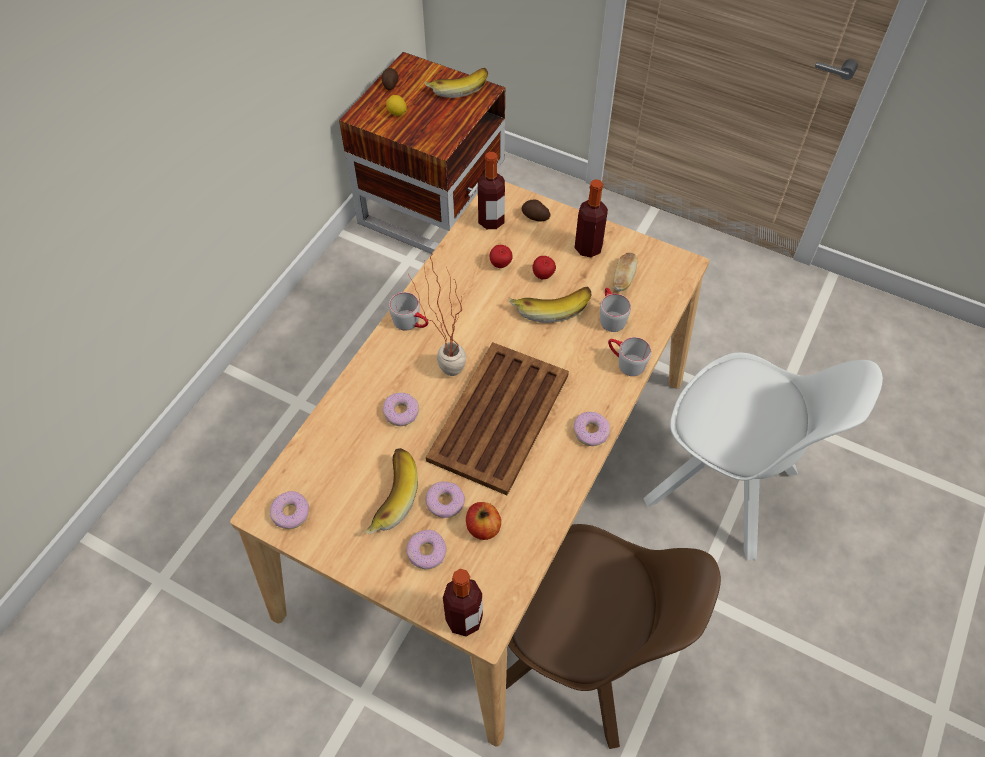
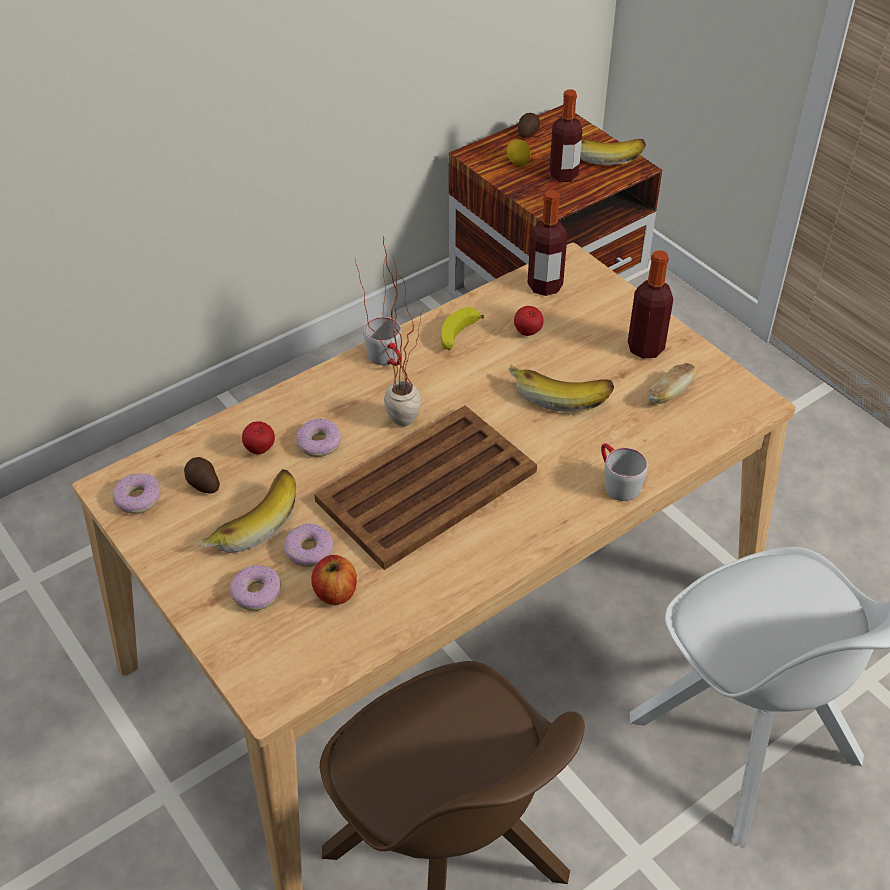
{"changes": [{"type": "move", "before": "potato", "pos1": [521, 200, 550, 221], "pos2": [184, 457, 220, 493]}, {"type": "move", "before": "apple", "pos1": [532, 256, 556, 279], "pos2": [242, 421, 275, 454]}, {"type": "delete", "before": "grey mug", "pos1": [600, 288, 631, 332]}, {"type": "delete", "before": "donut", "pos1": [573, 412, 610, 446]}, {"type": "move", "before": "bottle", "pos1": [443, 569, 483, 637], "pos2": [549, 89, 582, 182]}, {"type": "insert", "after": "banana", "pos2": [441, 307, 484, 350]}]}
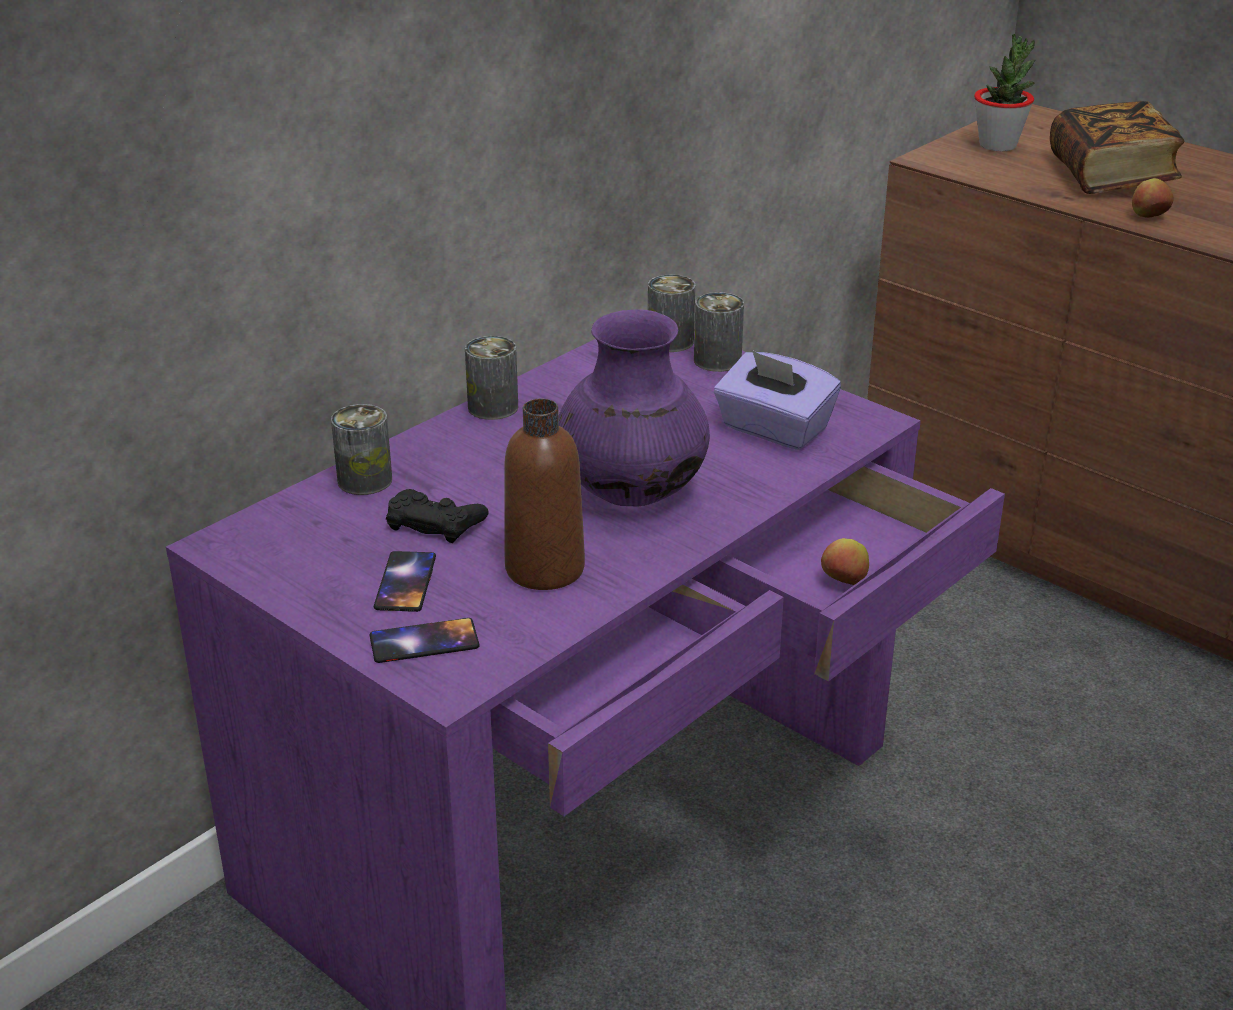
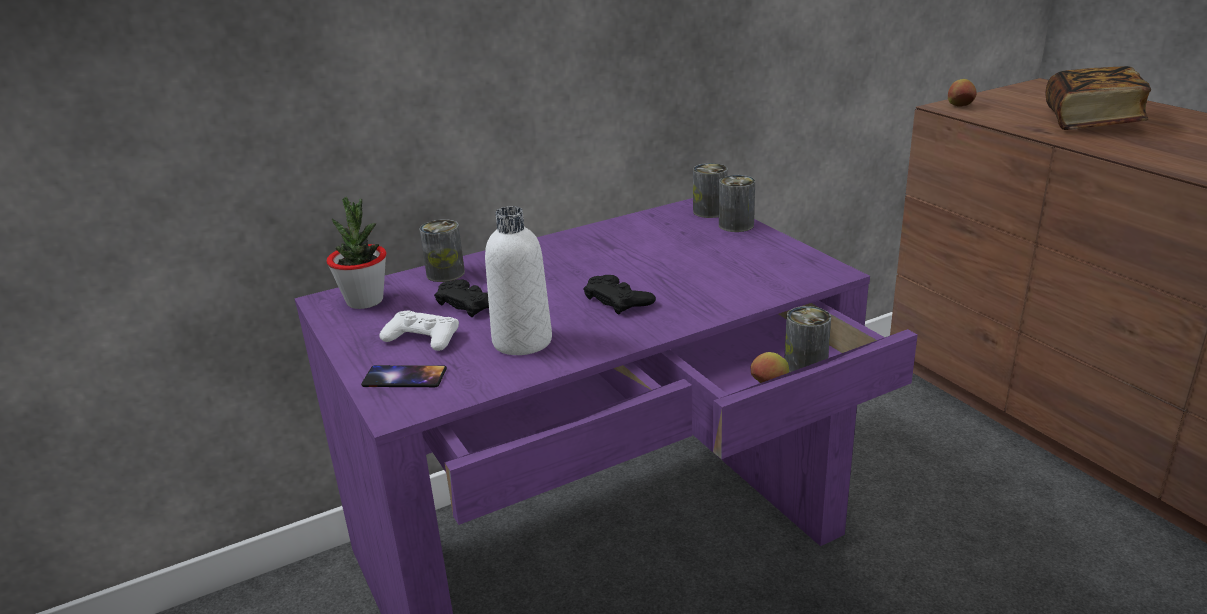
{"changes": [{"type": "move", "before": "potted plant", "pos1": [974, 34, 1035, 151], "pos2": [327, 197, 387, 309]}, {"type": "move", "before": "apple", "pos1": [1132, 178, 1173, 218], "pos2": [948, 79, 977, 107]}, {"type": "replace", "before": "purple vase", "after": "black game controller", "pos1": [559, 309, 710, 507], "pos2": [583, 275, 656, 315]}, {"type": "move", "before": "can", "pos1": [465, 336, 518, 420], "pos2": [784, 306, 831, 372]}, {"type": "delete", "before": "purple tissue box", "pos1": [714, 350, 841, 450]}, {"type": "recolor", "before": "brown bottle", "after": "white bottle", "pos1": [504, 399, 585, 590], "pos2": [485, 206, 552, 355]}, {"type": "replace", "before": "phone", "after": "white game controller", "pos1": [374, 551, 436, 612], "pos2": [379, 310, 459, 351]}]}
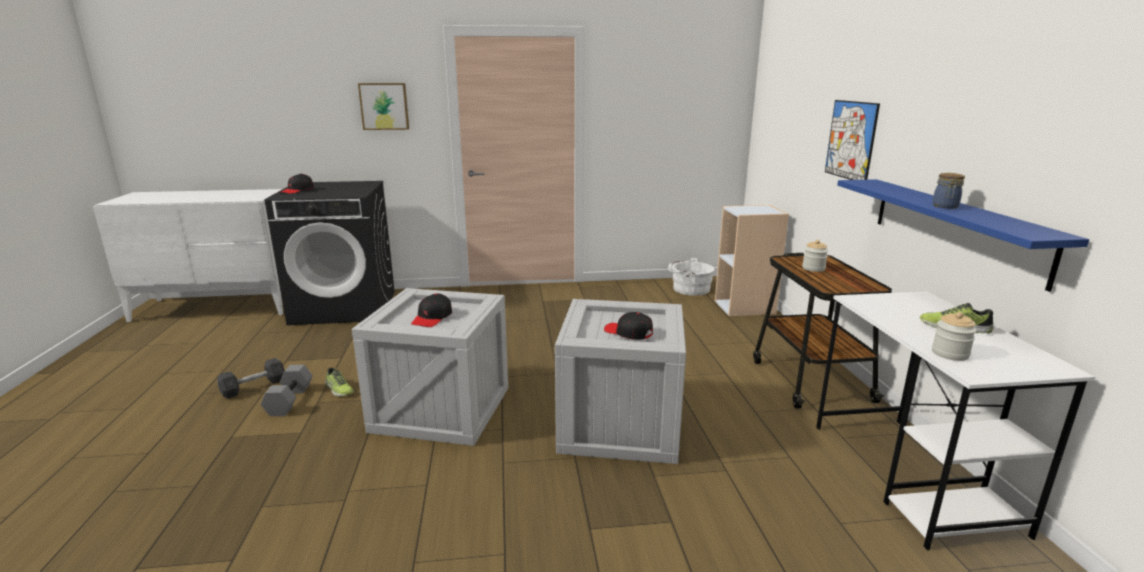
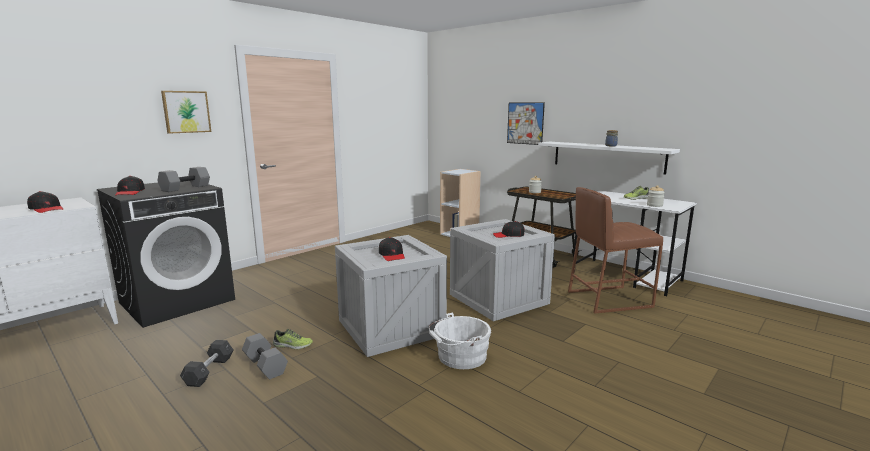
{"changes": [{"type": "recolor", "before": "blue shelf", "after": "white shelf", "pos1": [837, 179, 1089, 292], "pos2": [538, 142, 680, 175]}, {"type": "move", "before": "white bucket", "pos1": [668, 258, 715, 296], "pos2": [429, 312, 491, 369]}, {"type": "insert", "after": "grey dumbbell", "pos2": [157, 167, 210, 192]}, {"type": "insert", "after": "brown stool", "pos2": [568, 187, 663, 314]}, {"type": "insert", "after": "black cap", "pos2": [27, 191, 63, 213]}]}
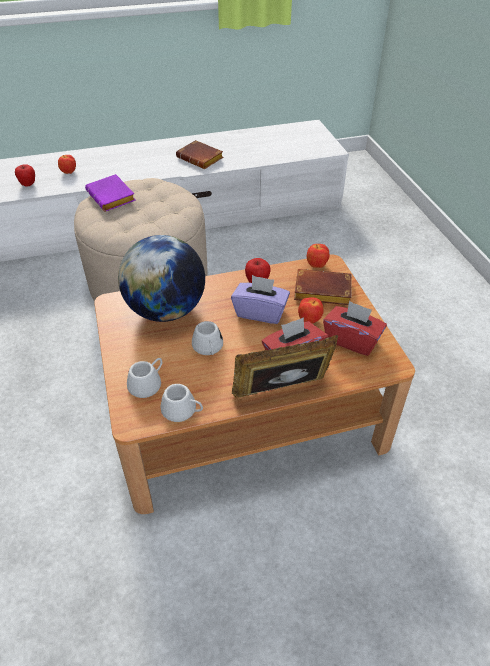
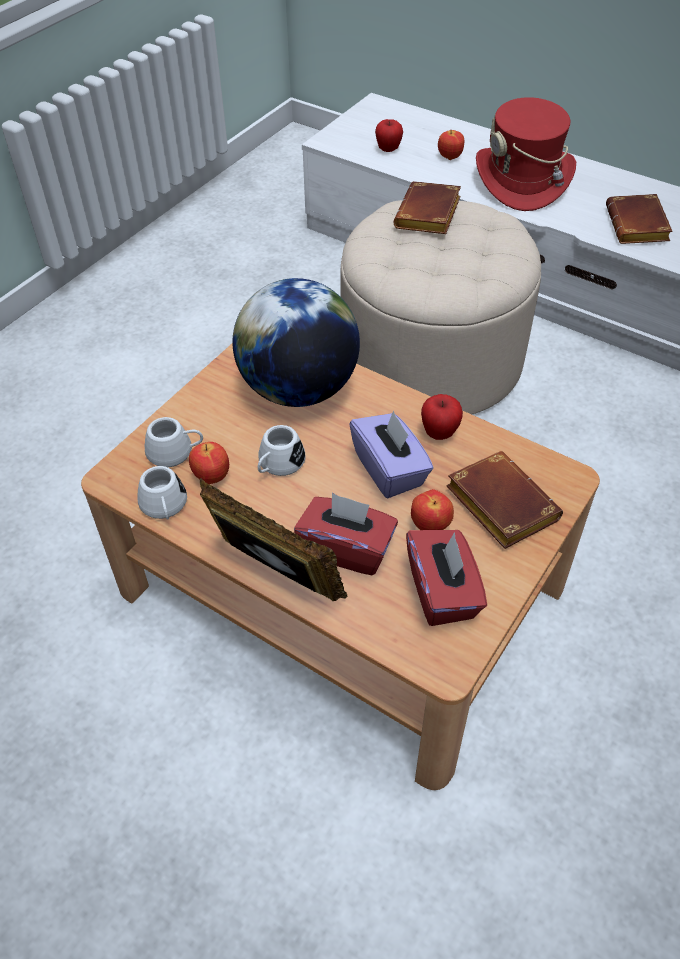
{"changes": [{"type": "recolor", "before": "purple book", "after": "brown book", "pos1": [85, 174, 136, 212], "pos2": [393, 181, 461, 234]}, {"type": "move", "before": "apple", "pos1": [307, 244, 329, 268], "pos2": [189, 442, 229, 484]}, {"type": "insert", "after": "red hat", "pos2": [476, 97, 576, 211]}]}
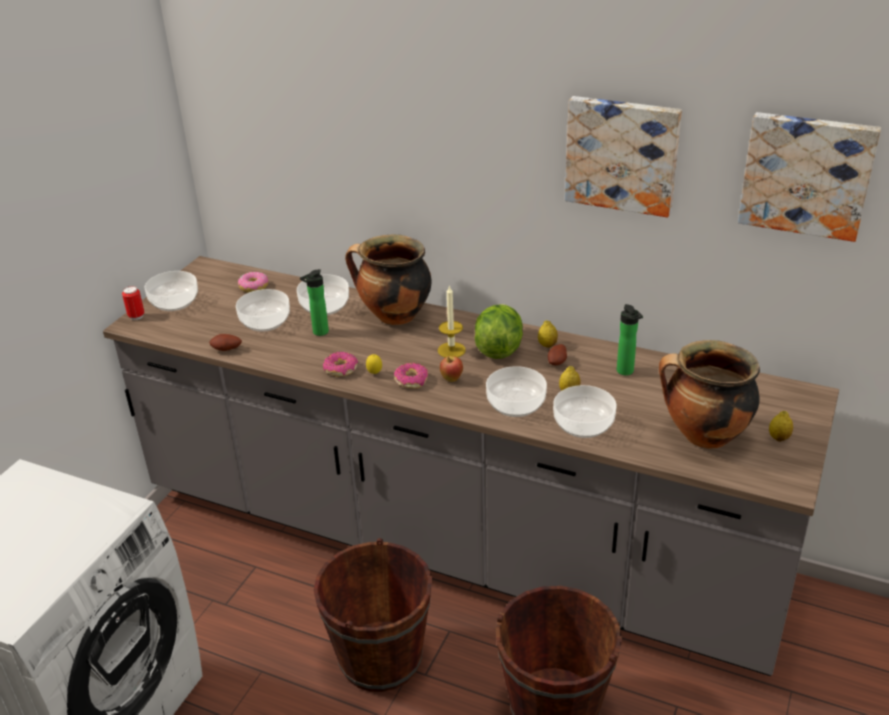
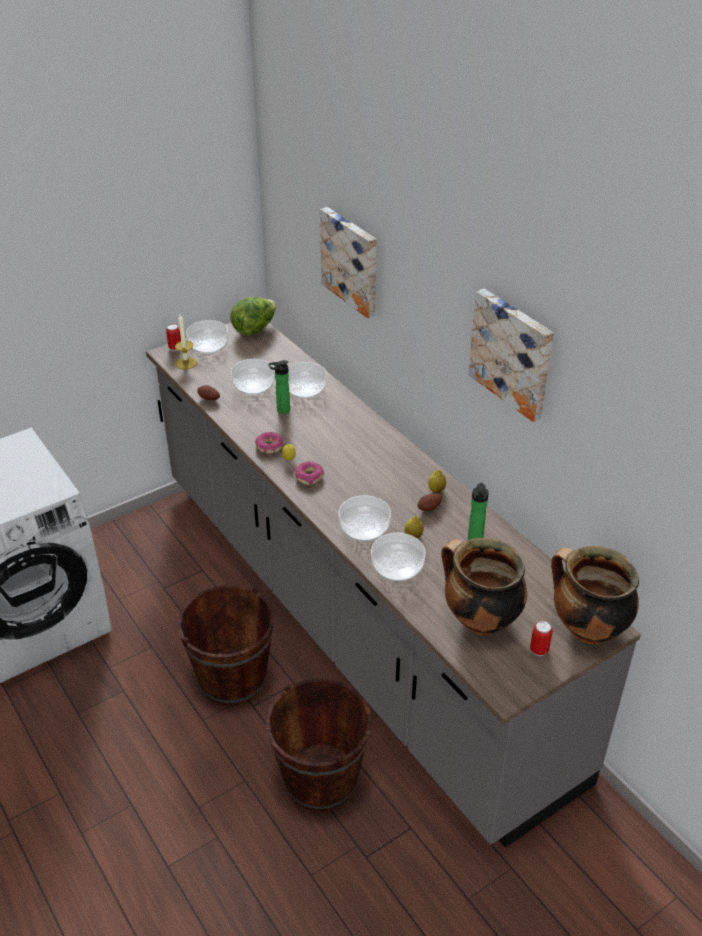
{"changes": [{"type": "move", "before": "picture", "pos1": [738, 112, 881, 242], "pos2": [320, 207, 377, 318]}, {"type": "move", "before": "cooking pot", "pos1": [345, 235, 431, 325], "pos2": [551, 546, 639, 644]}, {"type": "delete", "before": "donut", "pos1": [238, 272, 269, 293]}, {"type": "move", "before": "candle", "pos1": [438, 285, 466, 358], "pos2": [175, 314, 197, 370]}, {"type": "move", "before": "lettuce", "pos1": [475, 304, 523, 359], "pos2": [230, 297, 276, 335]}, {"type": "delete", "before": "apple", "pos1": [440, 356, 463, 382]}, {"type": "replace", "before": "lemon", "after": "can", "pos1": [769, 411, 793, 442], "pos2": [530, 621, 553, 656]}]}
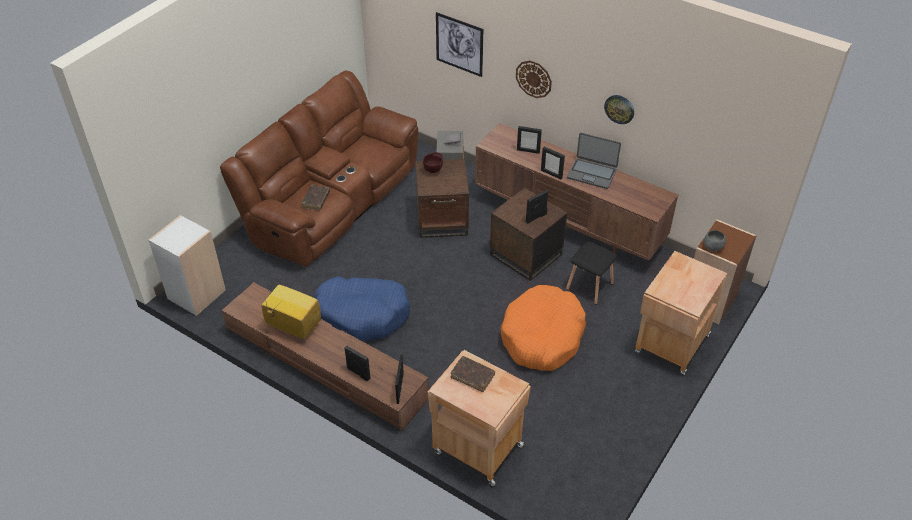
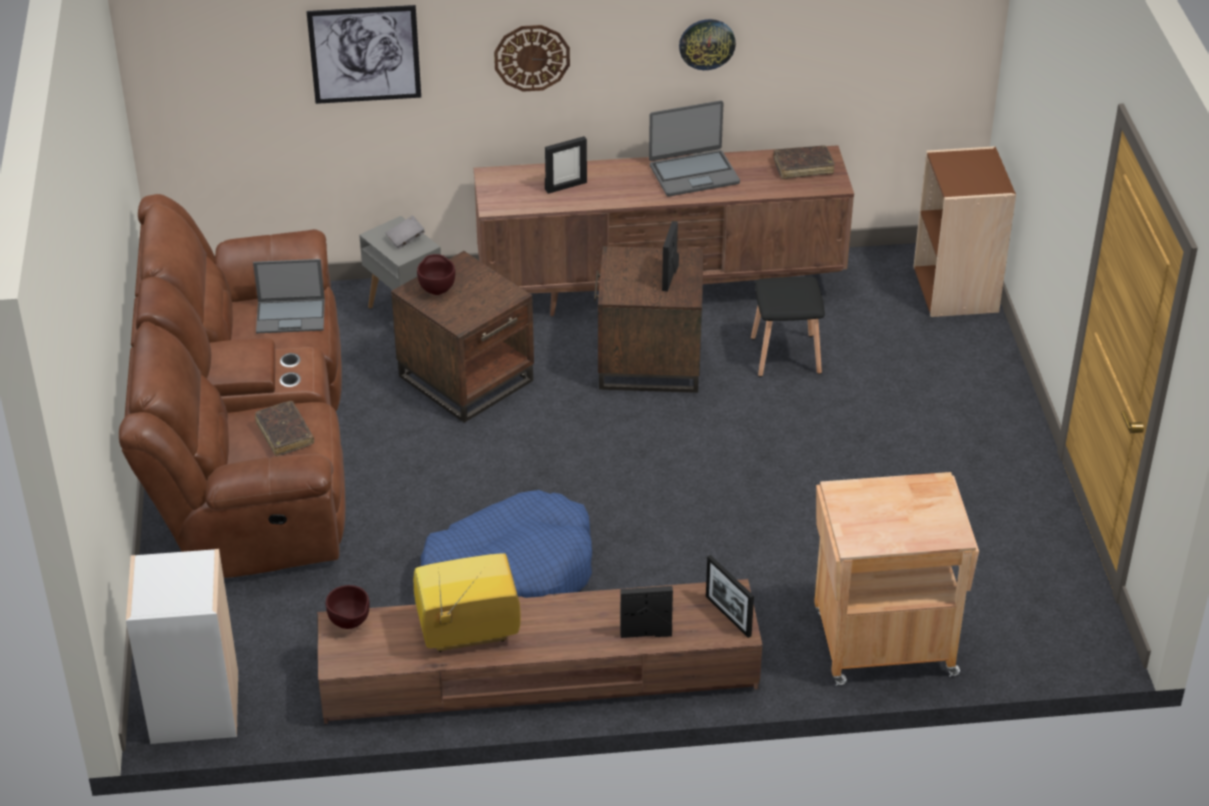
{"changes": [{"type": "delete", "before": "picture frame", "pos1": [541, 147, 565, 179]}, {"type": "delete", "before": "grey bowl", "pos1": [704, 230, 726, 251]}, {"type": "delete", "before": "brown cart", "pos1": [635, 251, 727, 375]}, {"type": "delete", "before": "orange dog bed", "pos1": [501, 285, 586, 371]}, {"type": "move", "before": "brown book", "pos1": [451, 356, 495, 392], "pos2": [773, 145, 835, 179]}, {"type": "insert", "after": "laptop", "pos2": [253, 259, 325, 334]}, {"type": "insert", "after": "brown bowl", "pos2": [326, 585, 370, 629]}]}
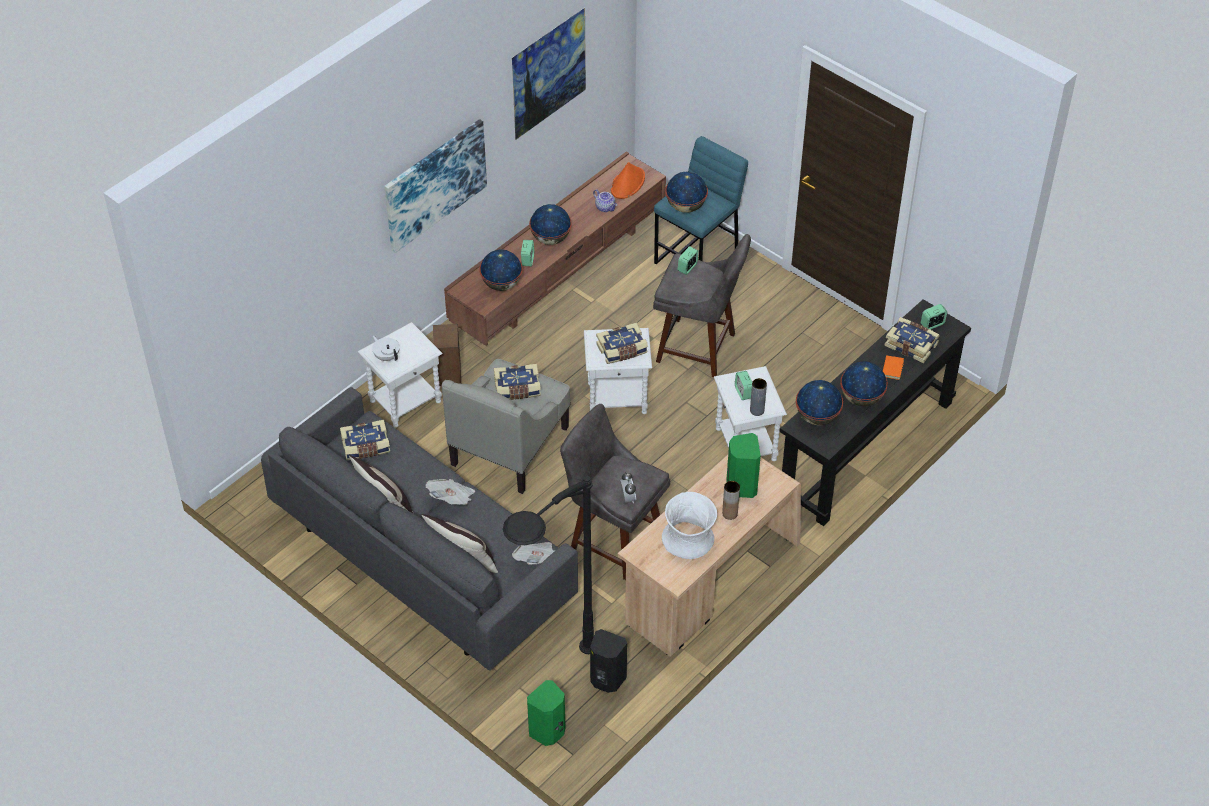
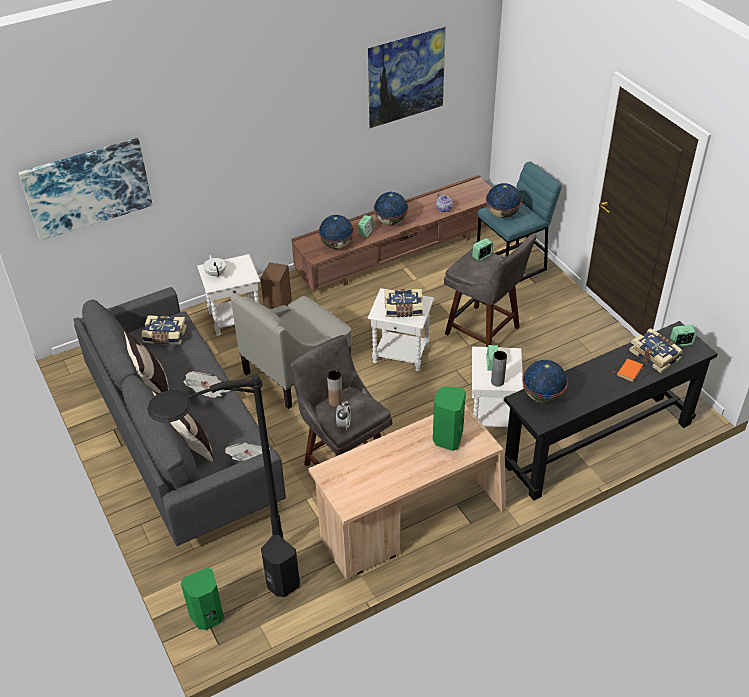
{"changes": [{"type": "move", "before": "picture", "pos1": [384, 119, 487, 253], "pos2": [18, 138, 153, 241]}, {"type": "delete", "before": "orange hat", "pos1": [611, 162, 645, 199]}, {"type": "delete", "before": "globe", "pos1": [840, 361, 888, 407]}, {"type": "delete", "before": "book", "pos1": [494, 364, 541, 400]}, {"type": "move", "before": "brown vase", "pos1": [722, 481, 740, 520], "pos2": [327, 370, 343, 407]}, {"type": "delete", "before": "white vase", "pos1": [662, 492, 717, 559]}]}
